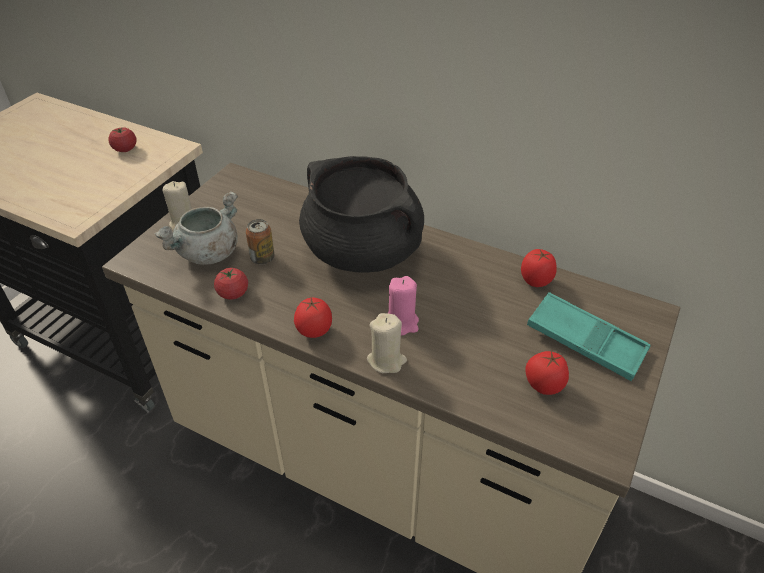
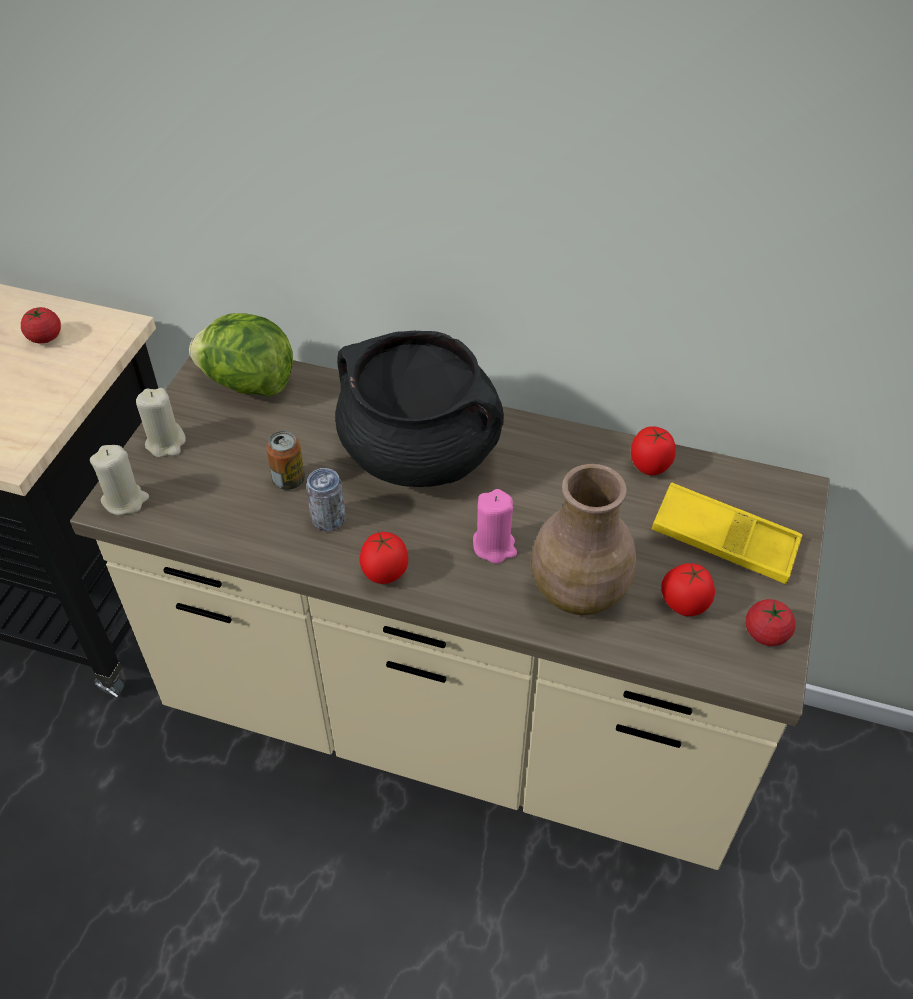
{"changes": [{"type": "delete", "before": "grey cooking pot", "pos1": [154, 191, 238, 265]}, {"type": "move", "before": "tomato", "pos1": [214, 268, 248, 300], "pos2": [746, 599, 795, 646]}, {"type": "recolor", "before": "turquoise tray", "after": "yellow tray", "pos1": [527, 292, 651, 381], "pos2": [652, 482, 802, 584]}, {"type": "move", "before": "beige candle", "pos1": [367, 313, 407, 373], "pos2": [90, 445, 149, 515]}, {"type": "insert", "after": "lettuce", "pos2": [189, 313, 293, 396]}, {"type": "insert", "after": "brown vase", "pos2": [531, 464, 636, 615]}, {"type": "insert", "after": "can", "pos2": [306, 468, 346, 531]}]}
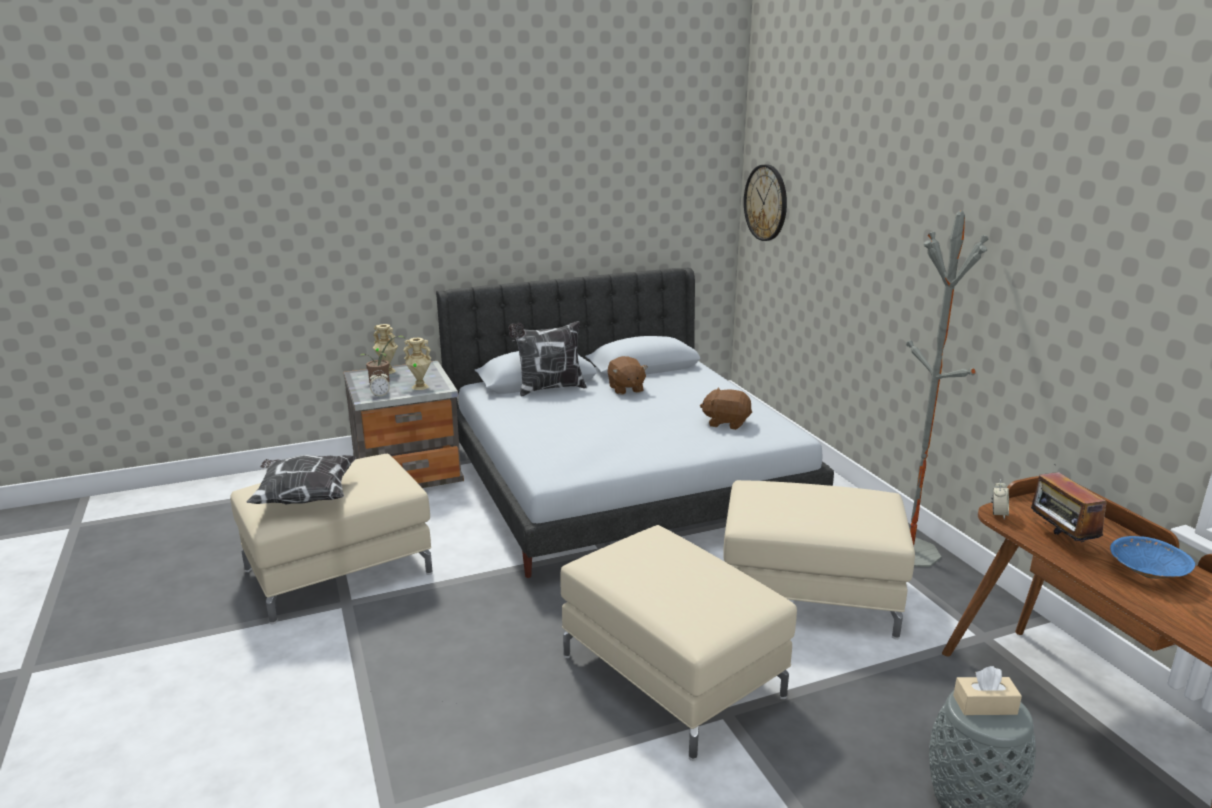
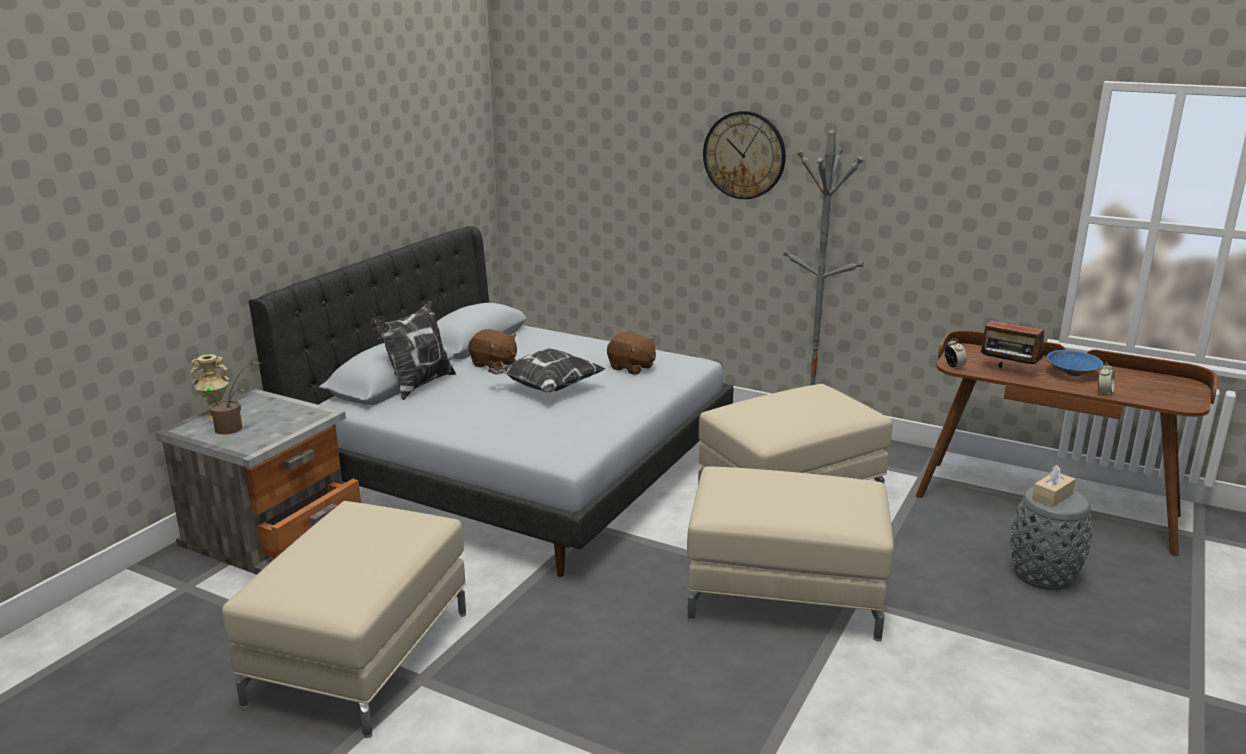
{"changes": [{"type": "move", "before": "wall clock", "pos1": [744, 164, 787, 241], "pos2": [703, 111, 786, 199]}, {"type": "delete", "before": "beige vase", "pos1": [404, 338, 431, 390]}, {"type": "move", "before": "alarm clock", "pos1": [370, 370, 390, 397], "pos2": [1098, 362, 1115, 396]}, {"type": "rotate", "before": "brown plush toy", "pos1": [700, 388, 752, 430], "pos2": [607, 332, 656, 375], "turn": -120}, {"type": "move", "before": "pillow", "pos1": [247, 455, 356, 505], "pos2": [488, 349, 606, 392]}]}
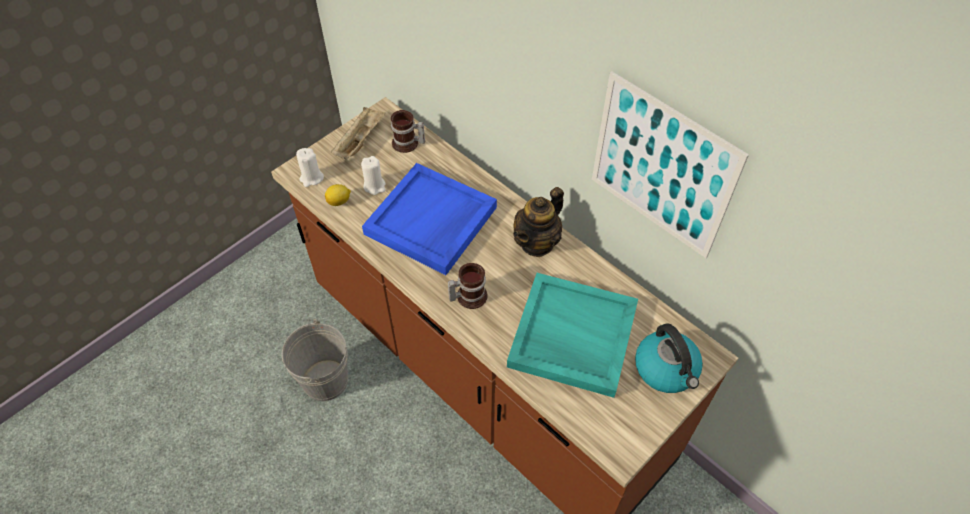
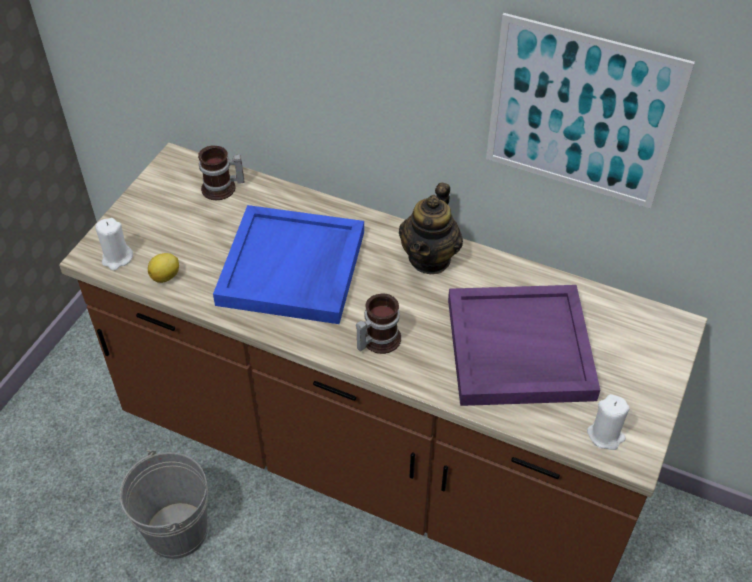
{"changes": [{"type": "delete", "before": "beige tray", "pos1": [331, 107, 386, 160]}, {"type": "move", "before": "white candle", "pos1": [361, 156, 386, 195], "pos2": [587, 394, 630, 450]}, {"type": "recolor", "before": "turquoise tray", "after": "purple tray", "pos1": [507, 273, 638, 398], "pos2": [448, 285, 600, 406]}, {"type": "delete", "before": "kettle", "pos1": [635, 323, 703, 393]}]}
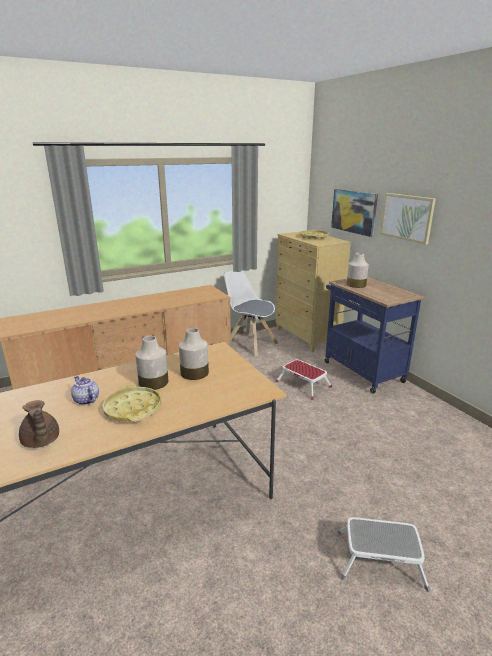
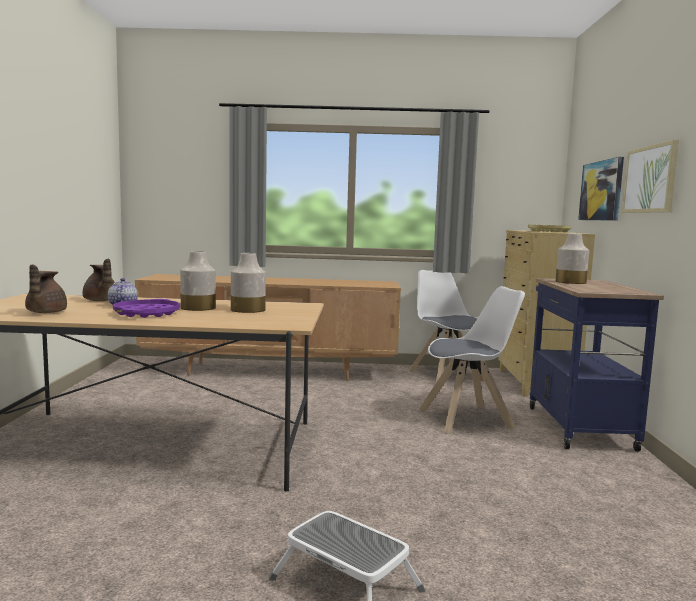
{"changes": [{"type": "replace", "before": "red step ladder", "after": "chair", "pos1": [276, 359, 332, 400], "pos2": [418, 286, 525, 433]}, {"type": "recolor", "before": "yellow tray", "after": "purple tray", "pos1": [102, 385, 161, 422], "pos2": [113, 299, 180, 318]}, {"type": "insert", "after": "brown teapot", "pos2": [83, 258, 115, 301]}]}
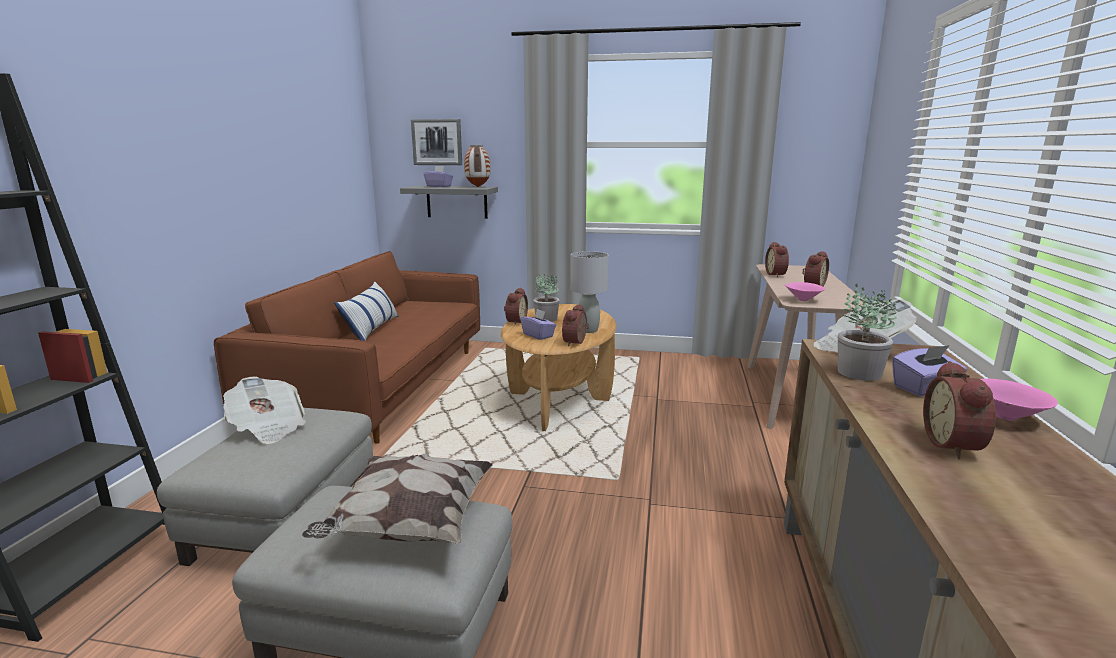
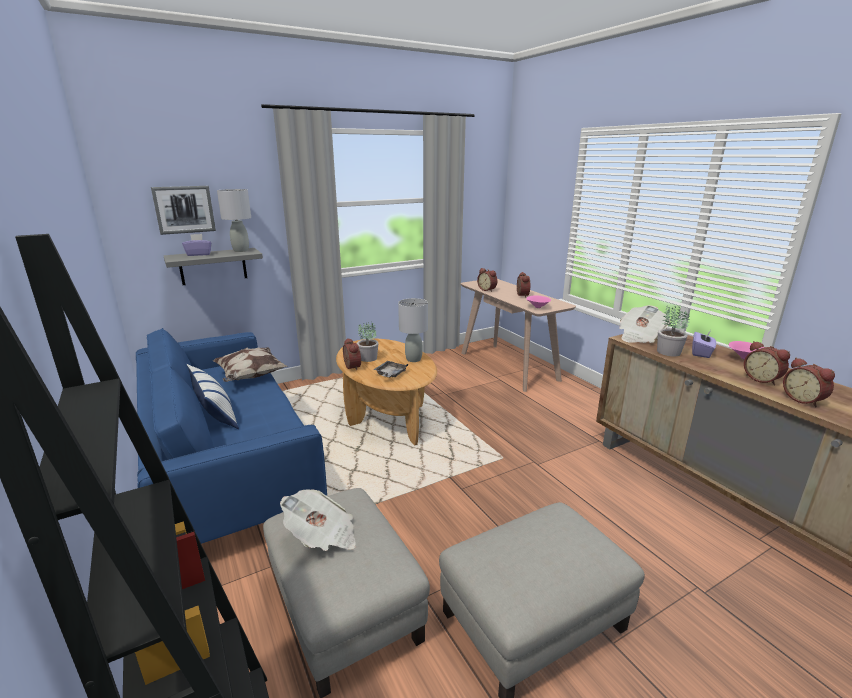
{"changes": [{"type": "replace", "before": "vase", "after": "grey table lamp", "pos1": [464, 145, 491, 187], "pos2": [217, 189, 251, 252]}, {"type": "recolor", "before": "brown sofa", "after": "blue sofa", "pos1": [214, 251, 480, 444], "pos2": [136, 328, 327, 544]}, {"type": "move", "before": "alarm clock", "pos1": [562, 304, 589, 346], "pos2": [783, 358, 835, 407]}, {"type": "replace", "before": "purple tissue box", "after": "grey tray", "pos1": [520, 309, 556, 340], "pos2": [373, 361, 409, 378]}, {"type": "move", "before": "pillow", "pos1": [302, 453, 493, 544], "pos2": [213, 347, 288, 382]}]}
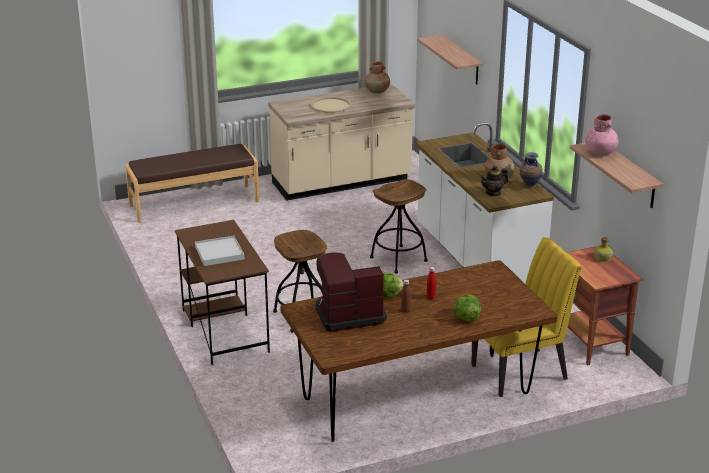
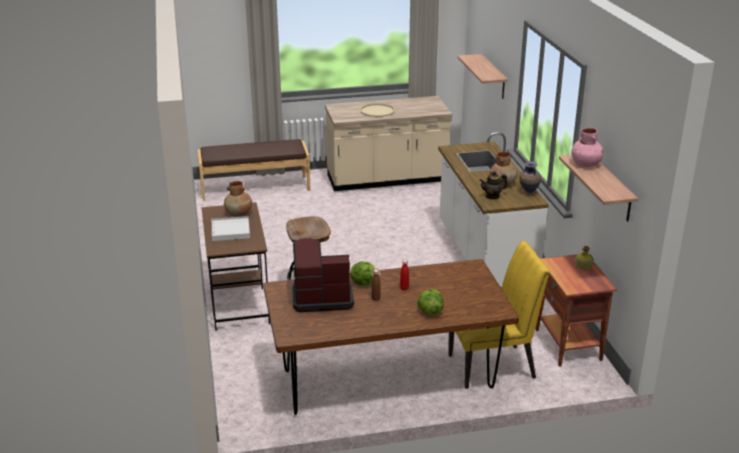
{"changes": [{"type": "move", "before": "brown vase", "pos1": [365, 61, 390, 93], "pos2": [224, 181, 252, 217]}, {"type": "delete", "before": "brown stool", "pos1": [370, 179, 428, 274]}]}
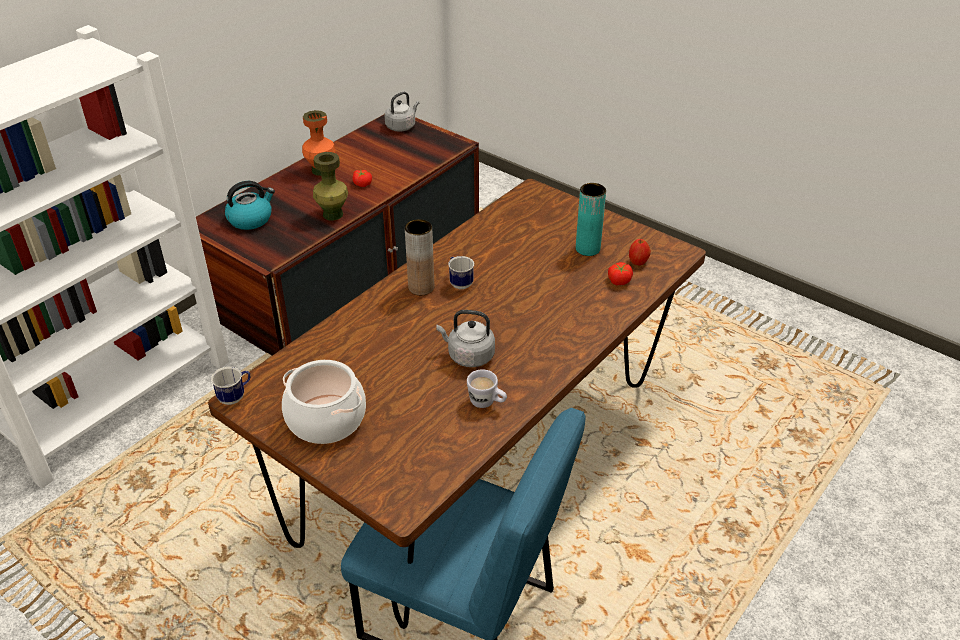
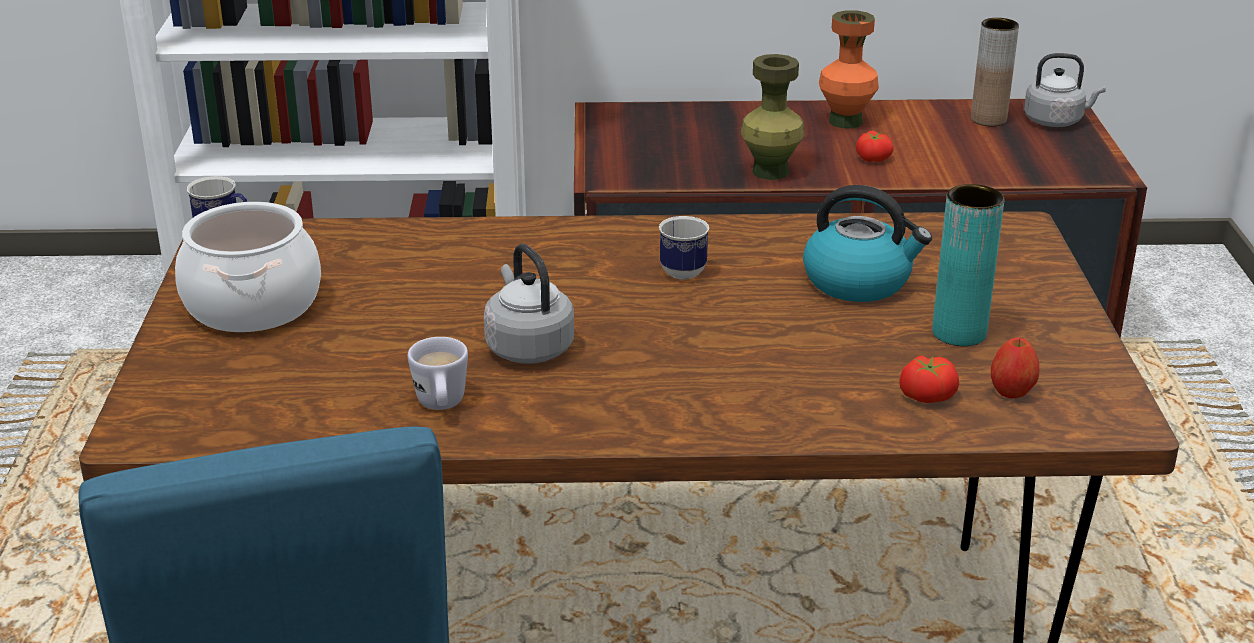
{"changes": [{"type": "move", "before": "kettle", "pos1": [225, 181, 275, 230], "pos2": [803, 185, 932, 302]}, {"type": "move", "before": "brown vase", "pos1": [405, 219, 434, 295], "pos2": [971, 18, 1019, 126]}]}
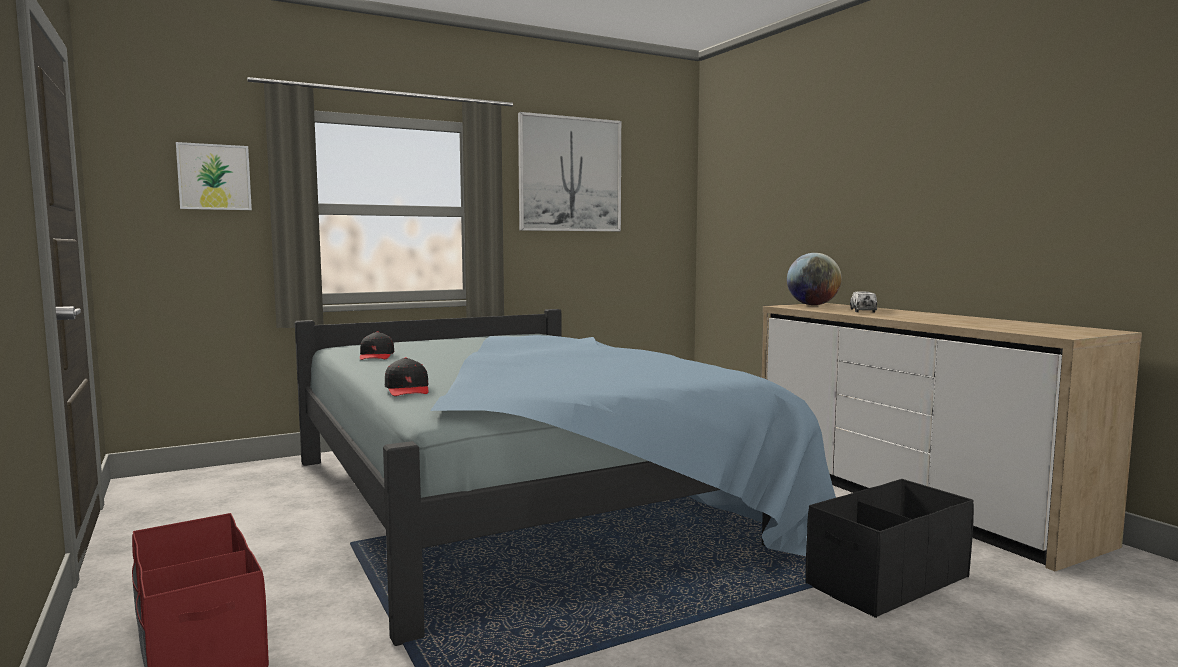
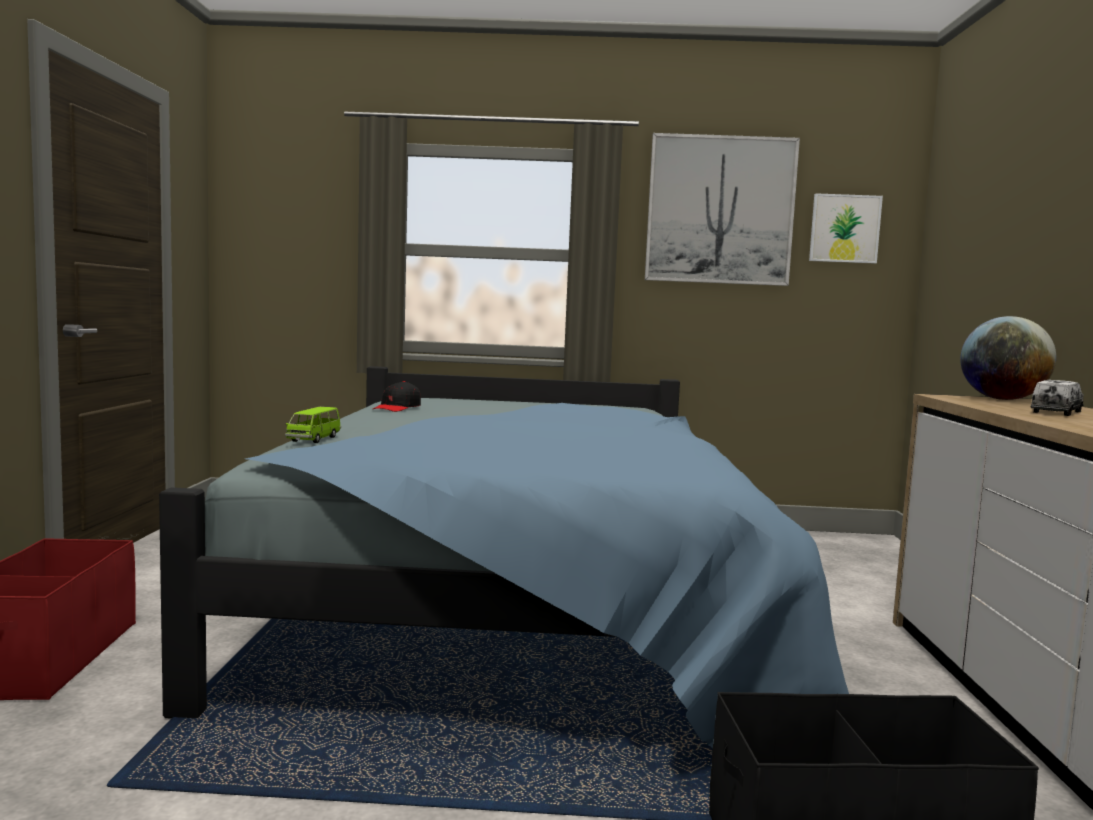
{"changes": [{"type": "move", "before": "picture", "pos1": [176, 142, 252, 210], "pos2": [809, 193, 883, 264]}, {"type": "replace", "before": "black cap", "after": "green toy car", "pos1": [385, 357, 429, 396], "pos2": [285, 407, 341, 443]}]}
